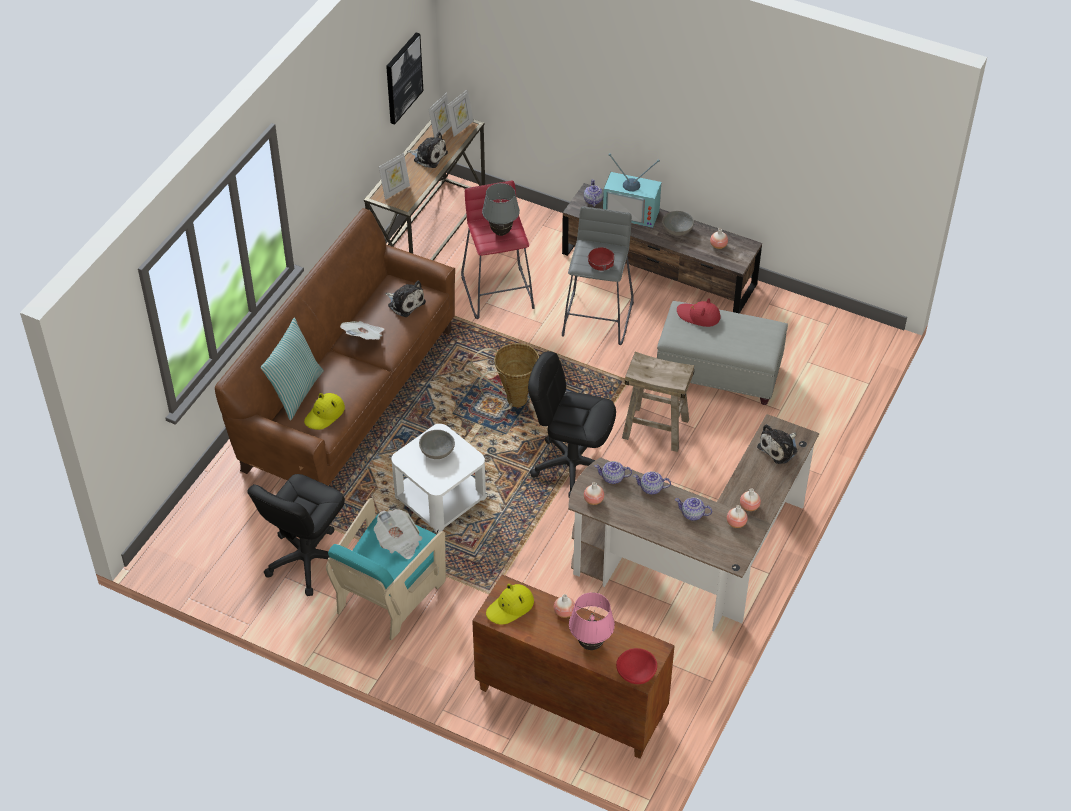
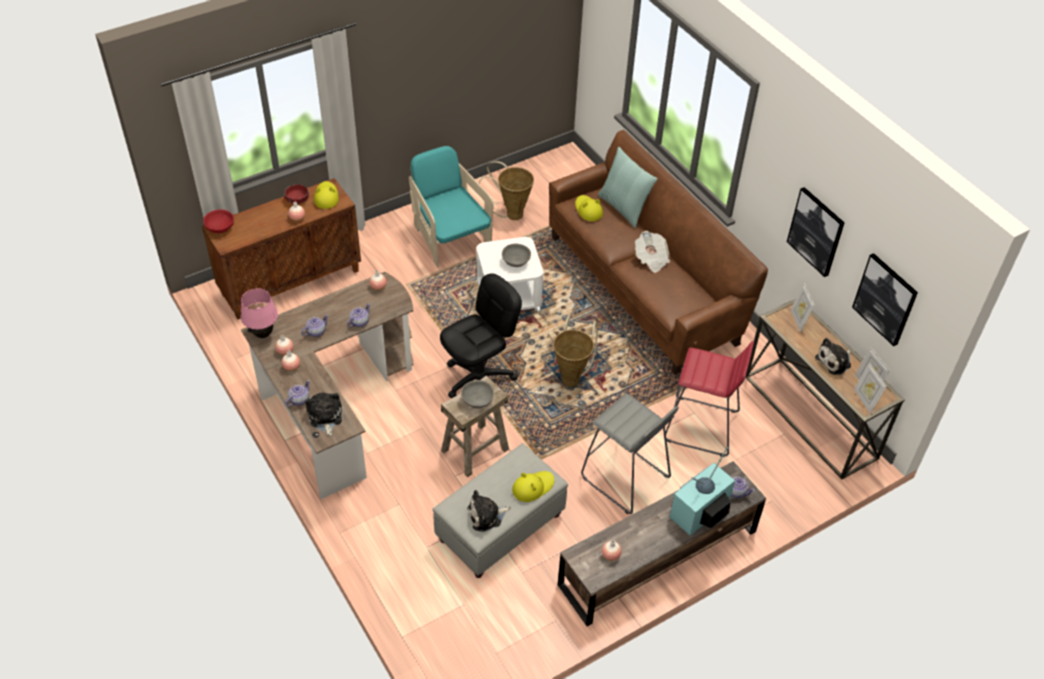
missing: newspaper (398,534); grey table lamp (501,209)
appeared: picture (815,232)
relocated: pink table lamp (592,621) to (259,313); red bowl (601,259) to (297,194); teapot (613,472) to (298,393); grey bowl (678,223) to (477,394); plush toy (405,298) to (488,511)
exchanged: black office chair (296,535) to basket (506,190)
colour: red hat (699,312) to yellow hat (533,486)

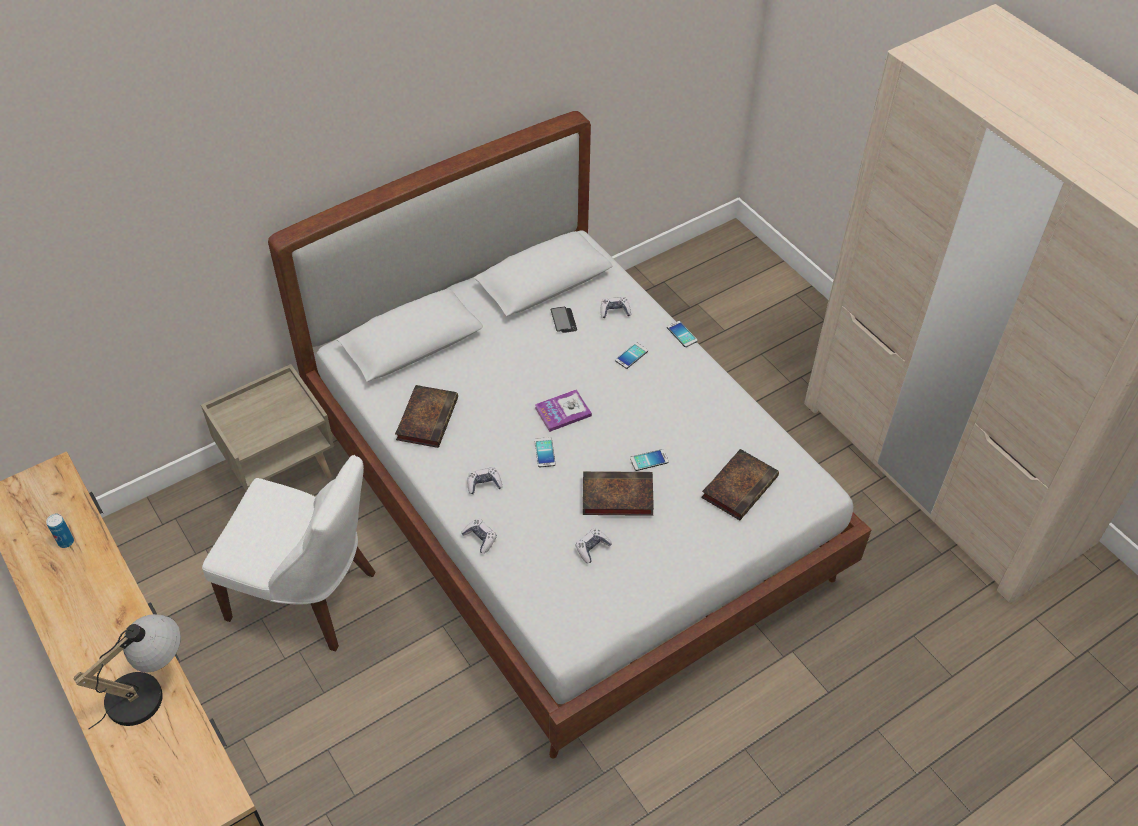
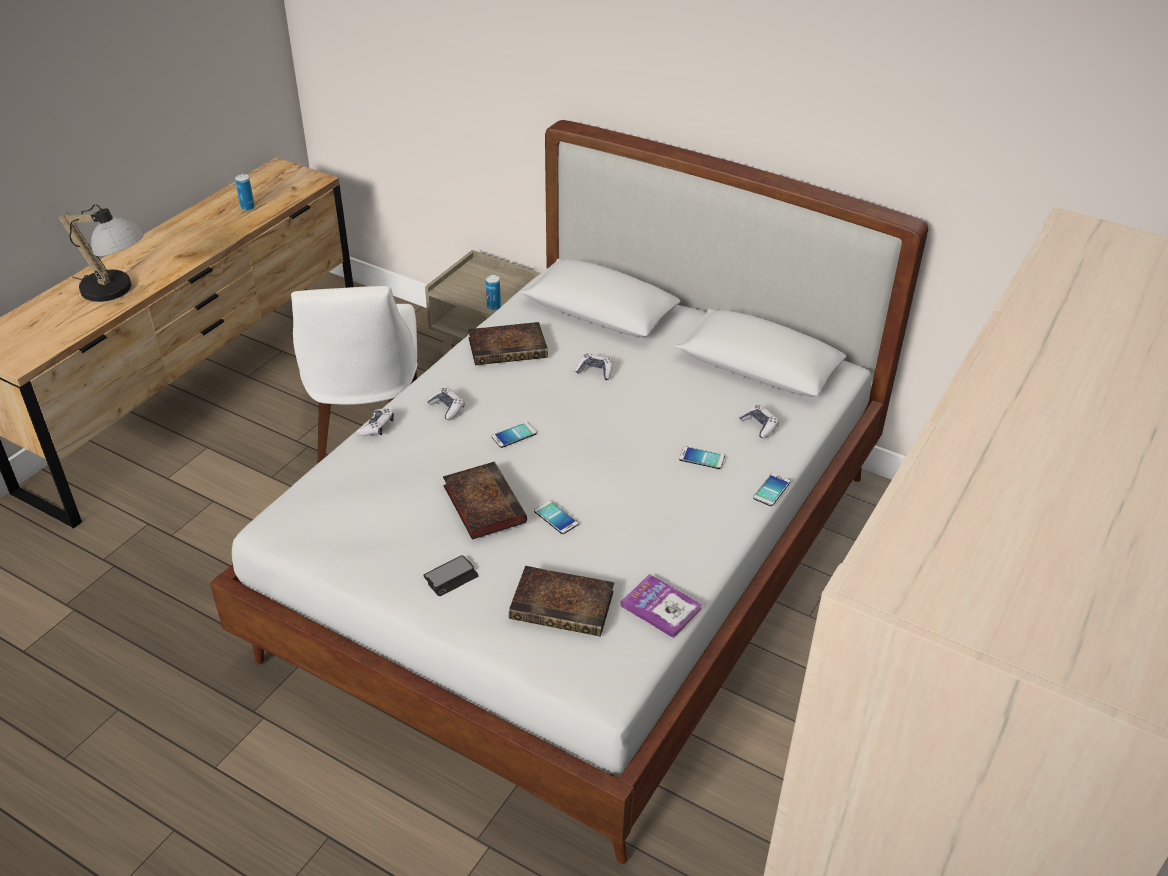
appeared: can (493,293)
relocated: phone (564,320) to (451,575); game controller (593,546) to (594,366); book (563,411) to (661,606)

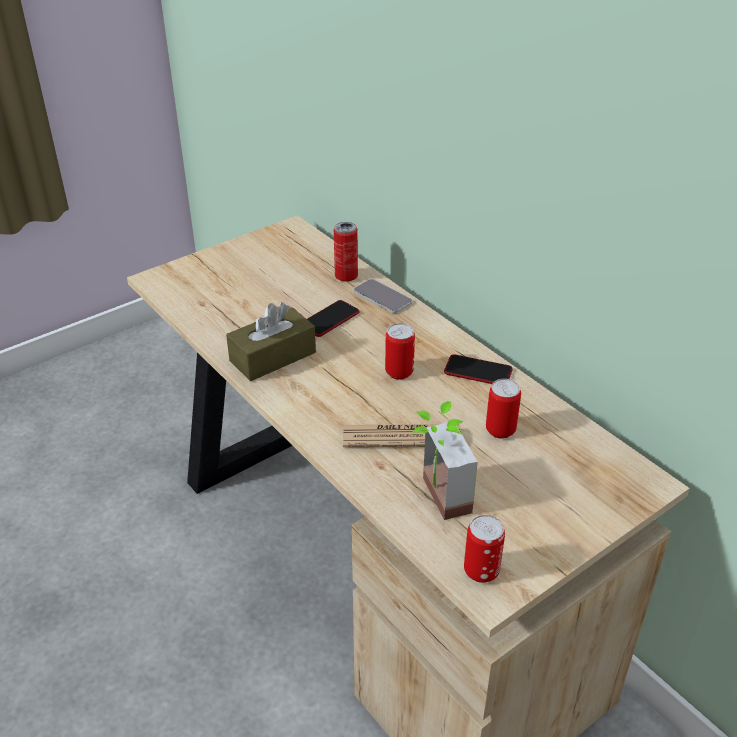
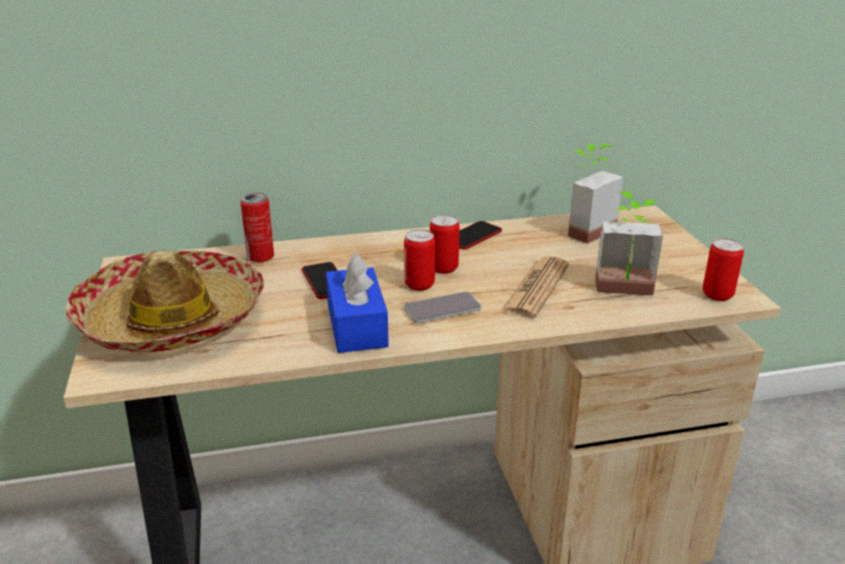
appeared: hat (164,301); potted plant (595,194)
relocated: can (503,409) to (419,260); phone (383,296) to (442,307)
colour: brown tissue box (271,341) to blue tissue box (357,303)

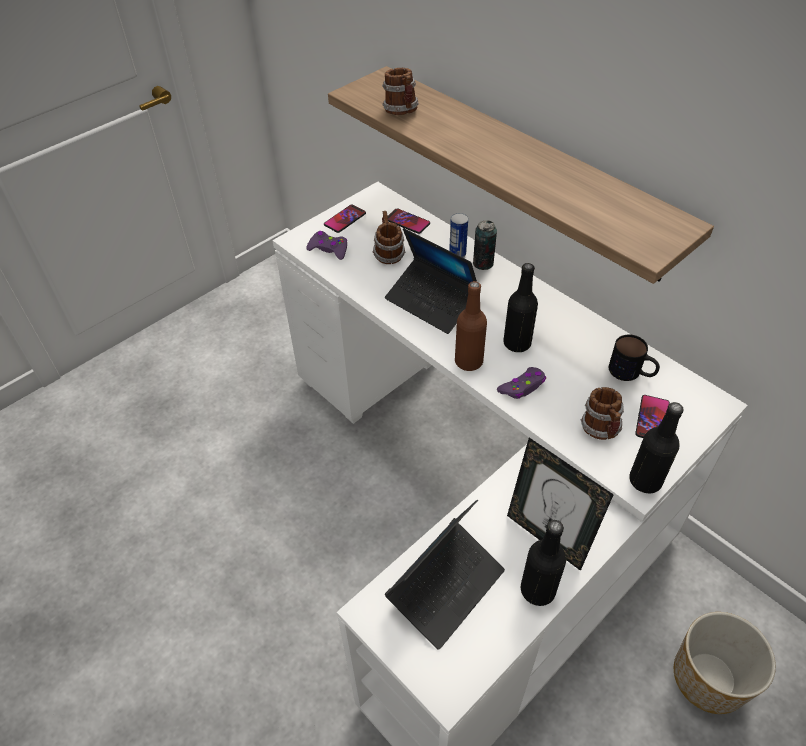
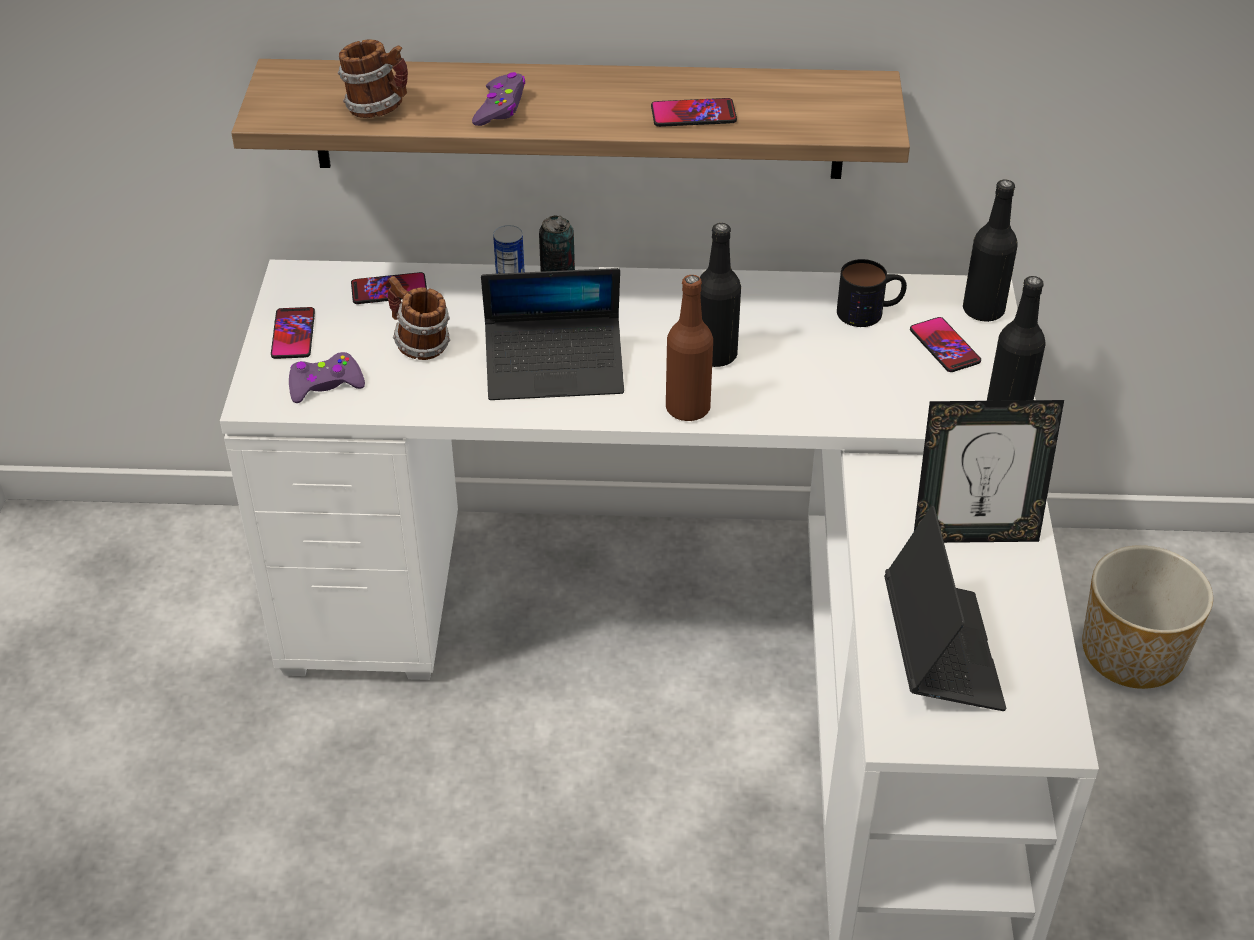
missing: mug (602,413)
appeared: phone (694,112)
relocated: purple game controller (521,383) to (498,99); black bottle (543,563) to (990,251)

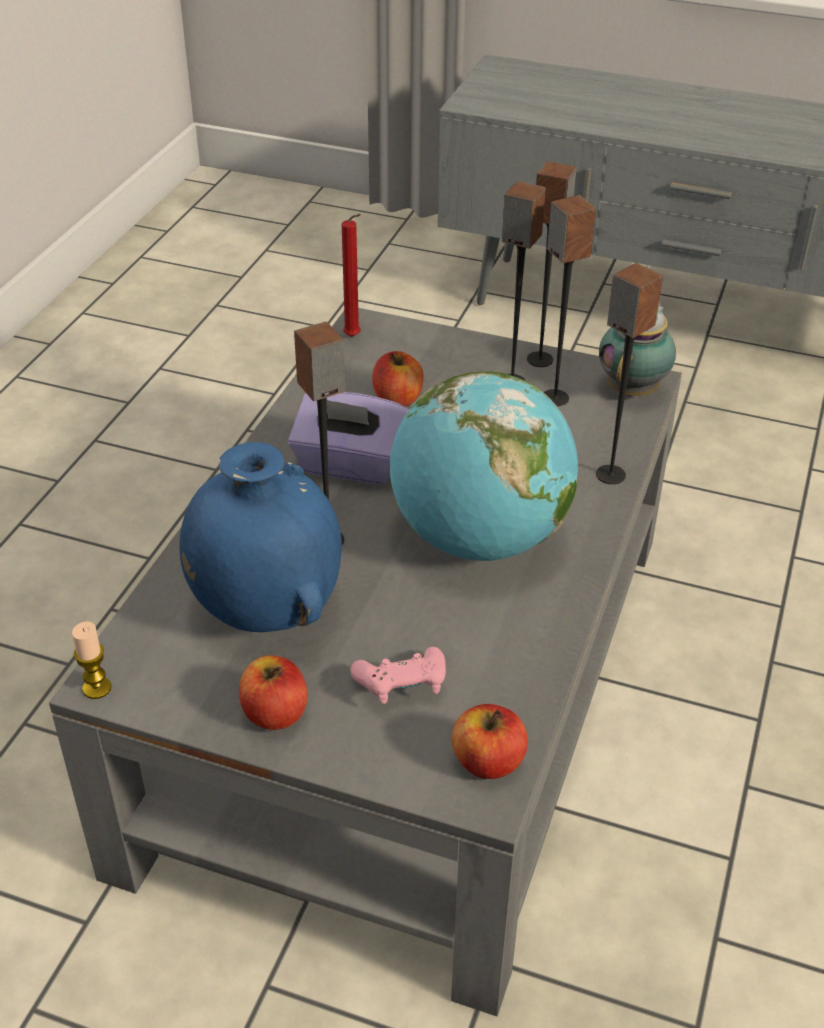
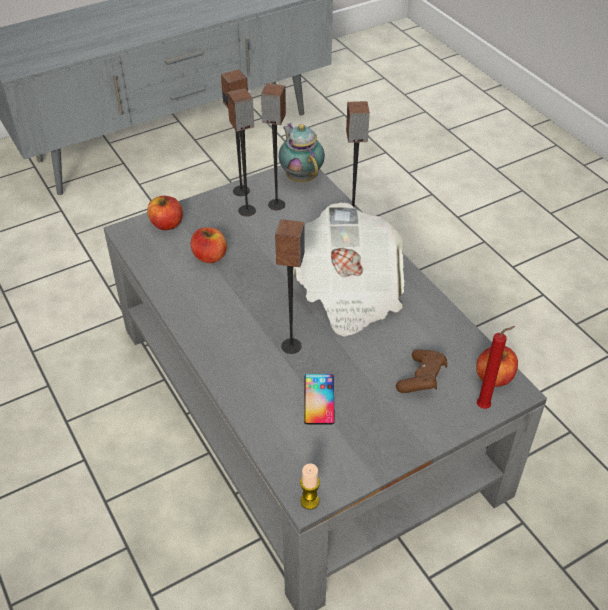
missing: purple tissue box (348,438)
relocated: apple (273,692) to (165,213); red candle (351,275) to (496,367)
exchanged: globe (483,466) to newspaper (348,270); blue vase (260,537) to phone (319,399)
colour: pink game controller (398,675) to brown game controller (421,371)

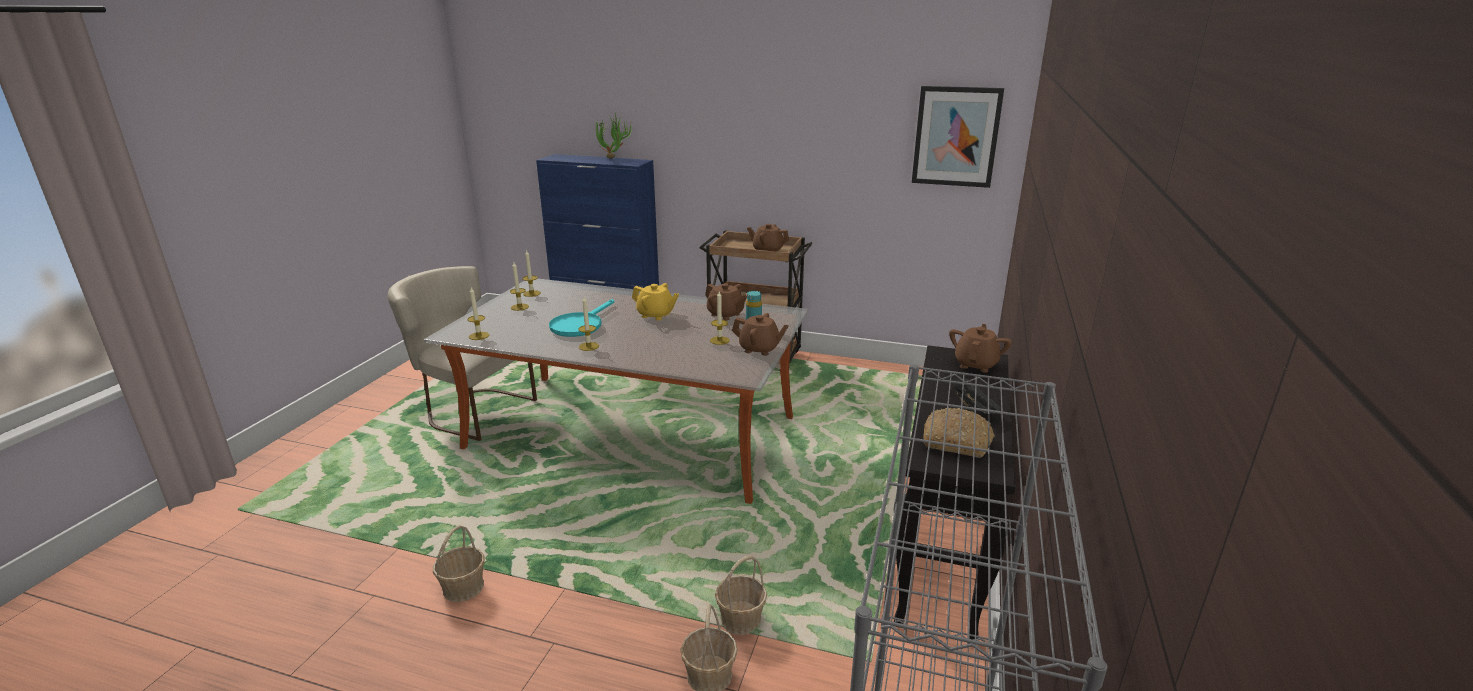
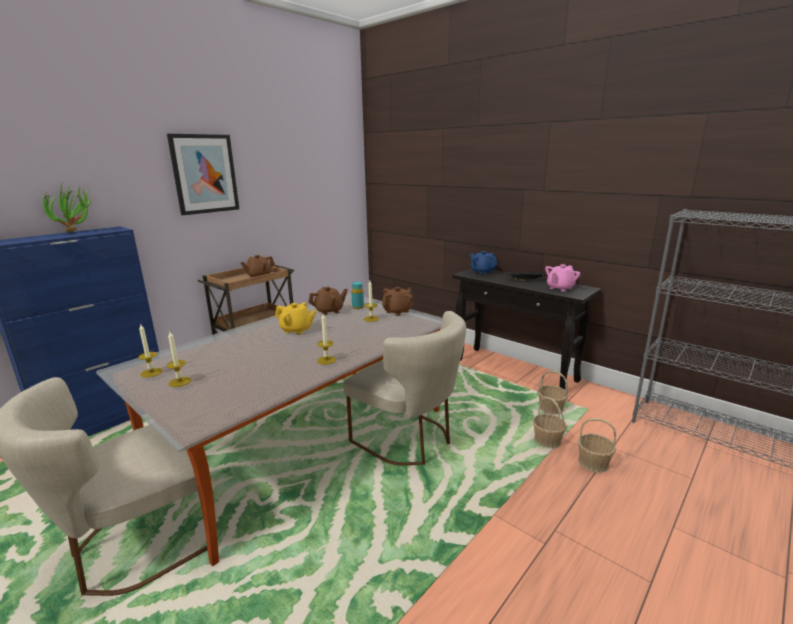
missing: candle (478,313); turquoise frying pan (581,318)
appeared: beige chair (404,388)
relocated: picture (958,137) to (203,174); basket (459,563) to (553,392)
exchanged: bread (959,433) to pink teapot (562,278)
colour: brown teapot (980,348) to blue teapot (483,263)
spun: yellow teapot (655,302) = (295,318) 60 degrees clockwise

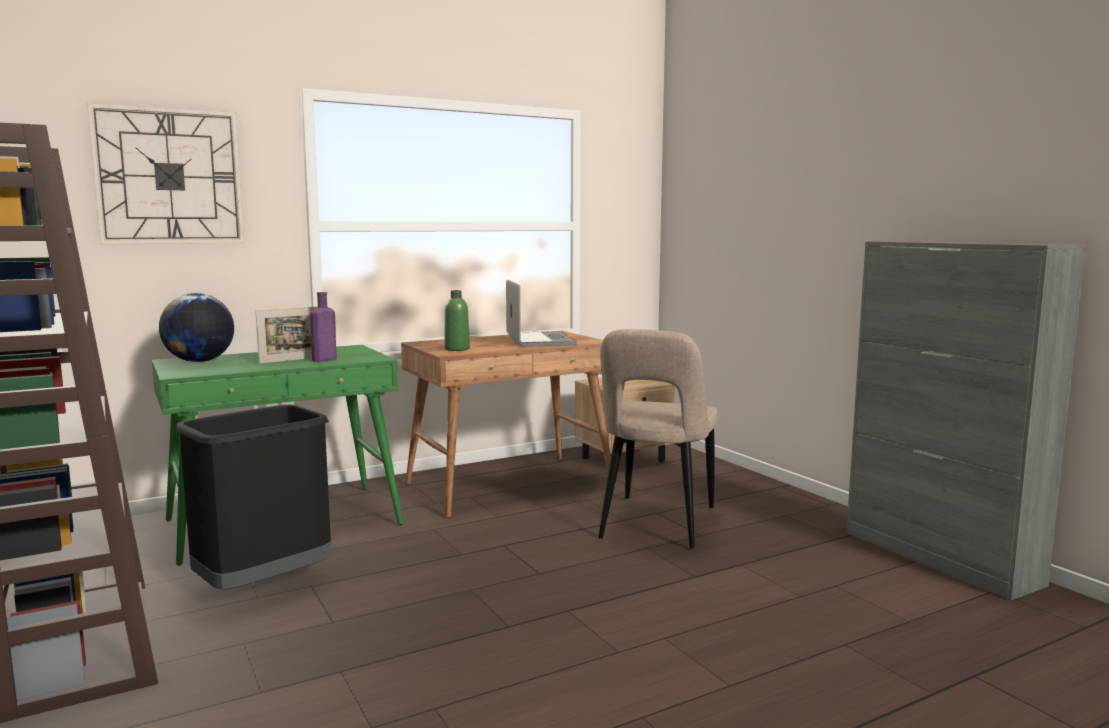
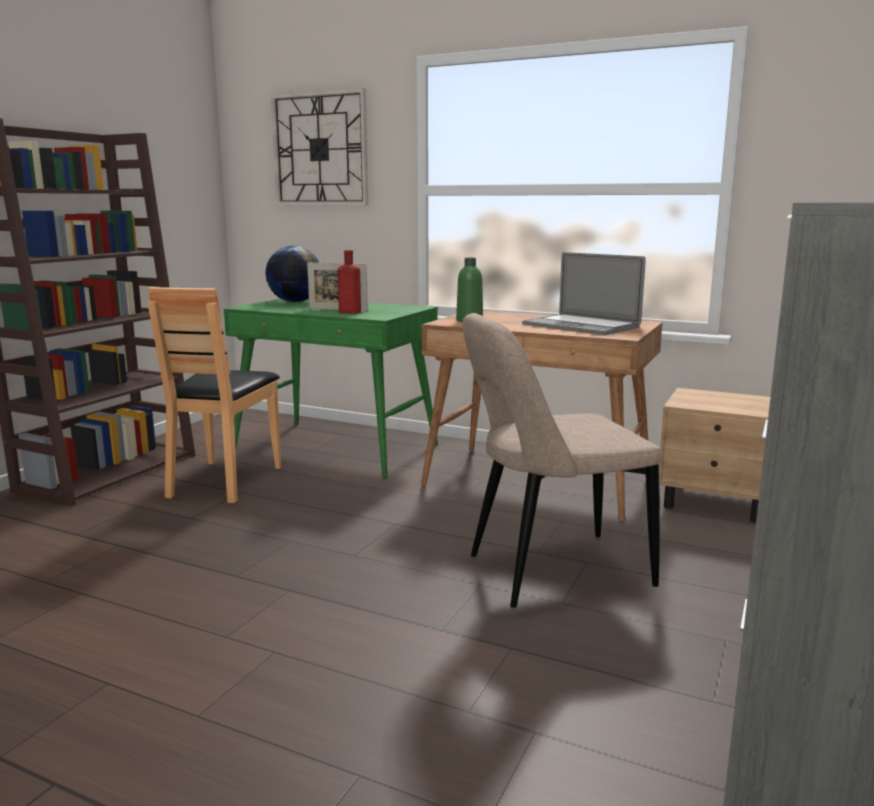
exchanged: black trash can (253,497) to brown chair (214,395)
colour: purple bottle (323,327) to red bottle (349,282)
spun: laptop (541,313) = (584,293) 90 degrees clockwise

